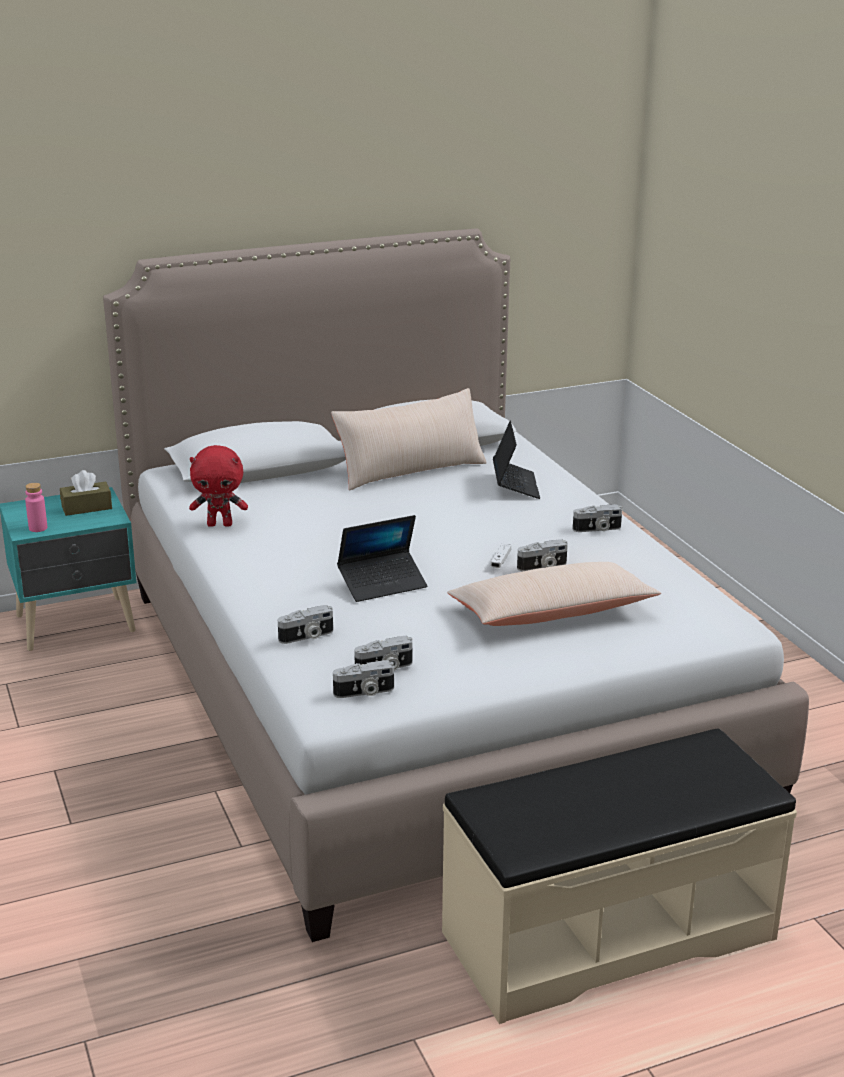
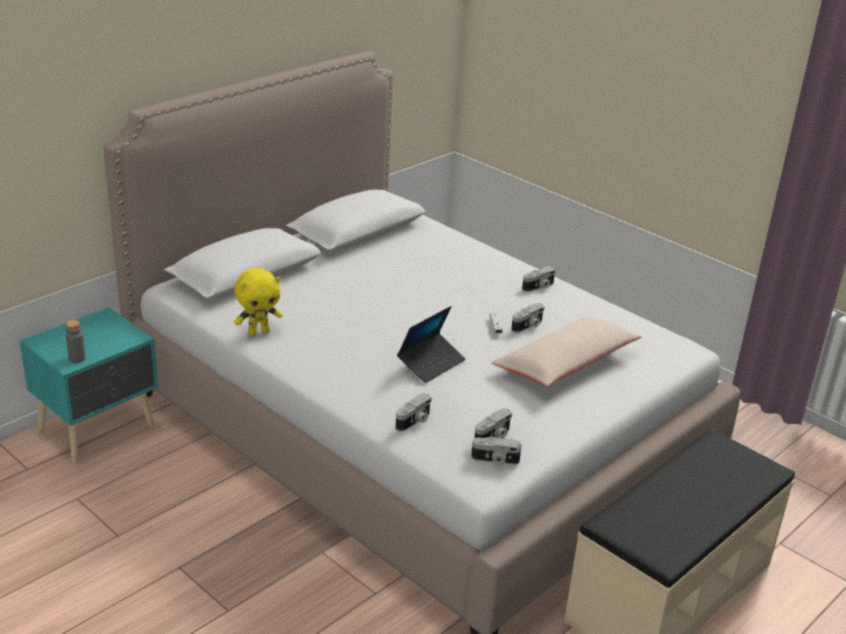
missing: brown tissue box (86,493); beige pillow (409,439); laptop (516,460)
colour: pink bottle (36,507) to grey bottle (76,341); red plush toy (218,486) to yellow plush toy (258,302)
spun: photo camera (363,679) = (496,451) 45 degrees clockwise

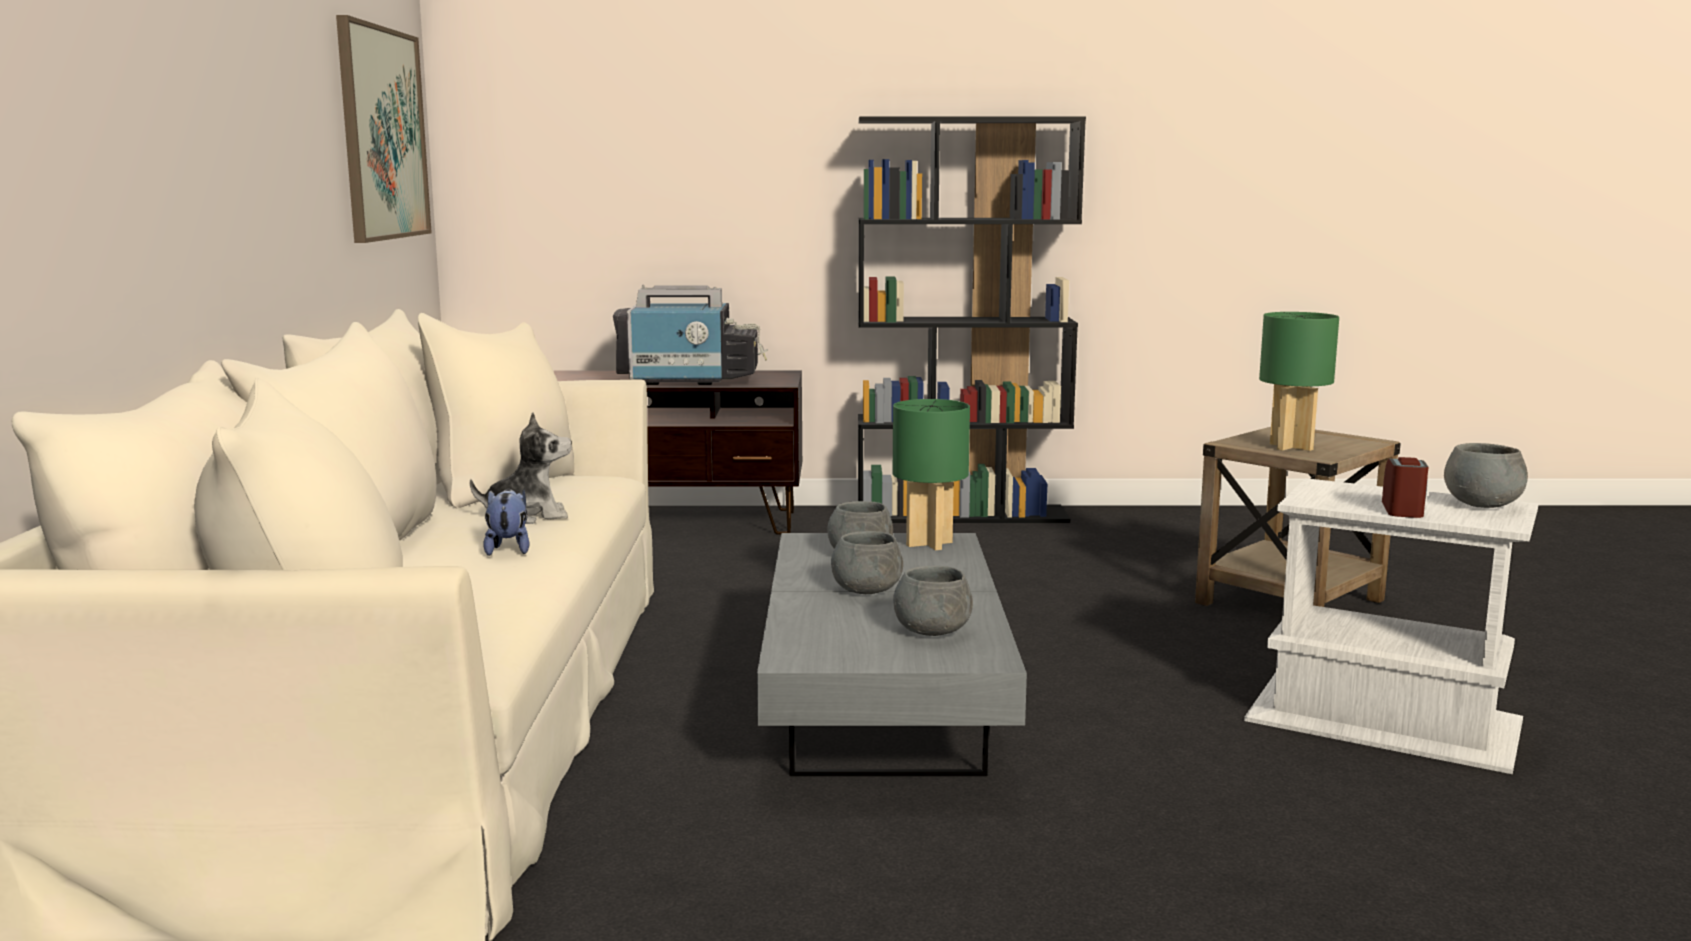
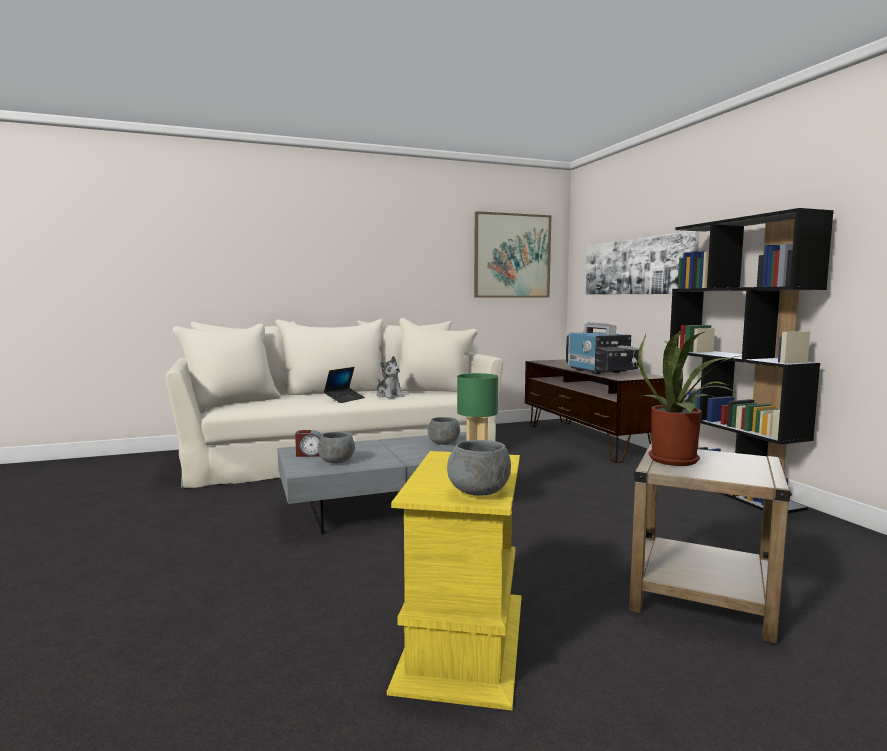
missing: grey bowl (867,562)
appeared: picture (642,263)
relocated: alarm clock (1405,487) to (308,443)
exchanged: plush toy (506,522) to laptop (344,385); green table lamp (1299,381) to potted plant (688,398)
colour: white side table (1391,626) to yellow side table (454,580)

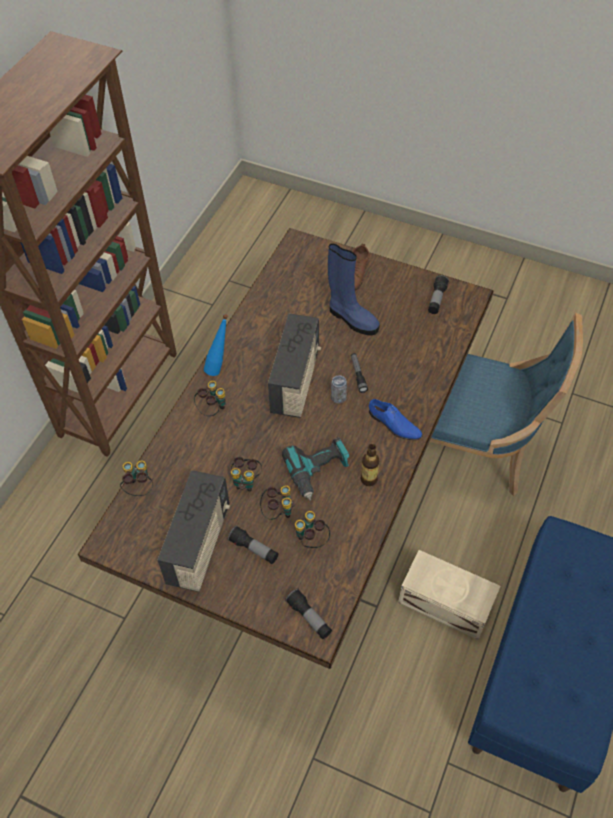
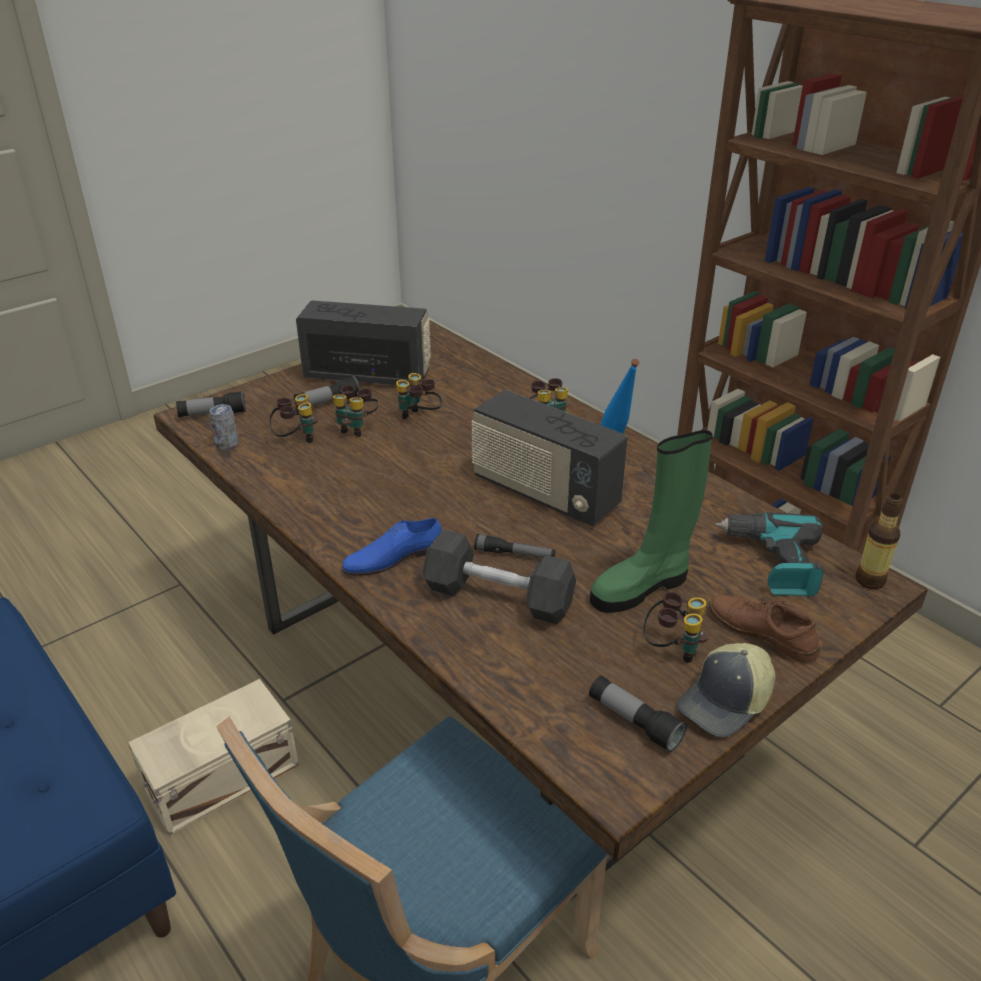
appeared: grey dumbbell (499,577); cap (725,690)
relocated: can (339,389) to (224,427); binoculars (136,478) to (675,627); power drill (316,469) to (769,554); bottle (370,465) to (879,541)
colour: blue boot (354,289) to green boot (651,521)
spun: radio (194,531) = (363,343) 150 degrees clockwise

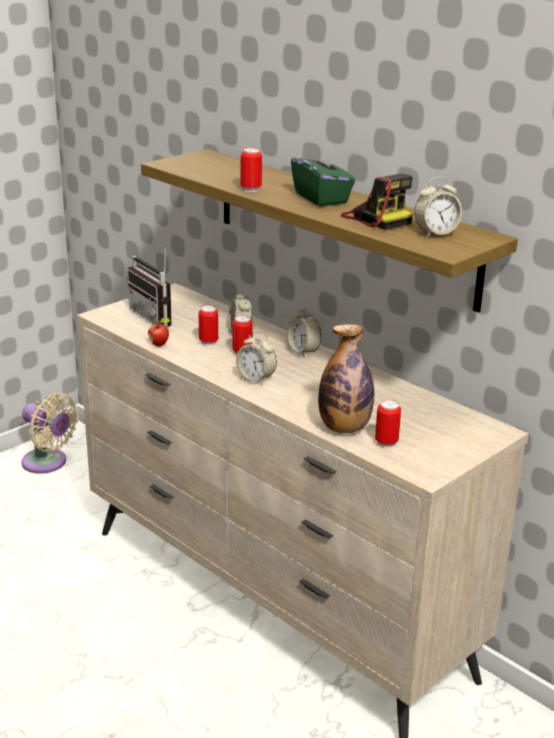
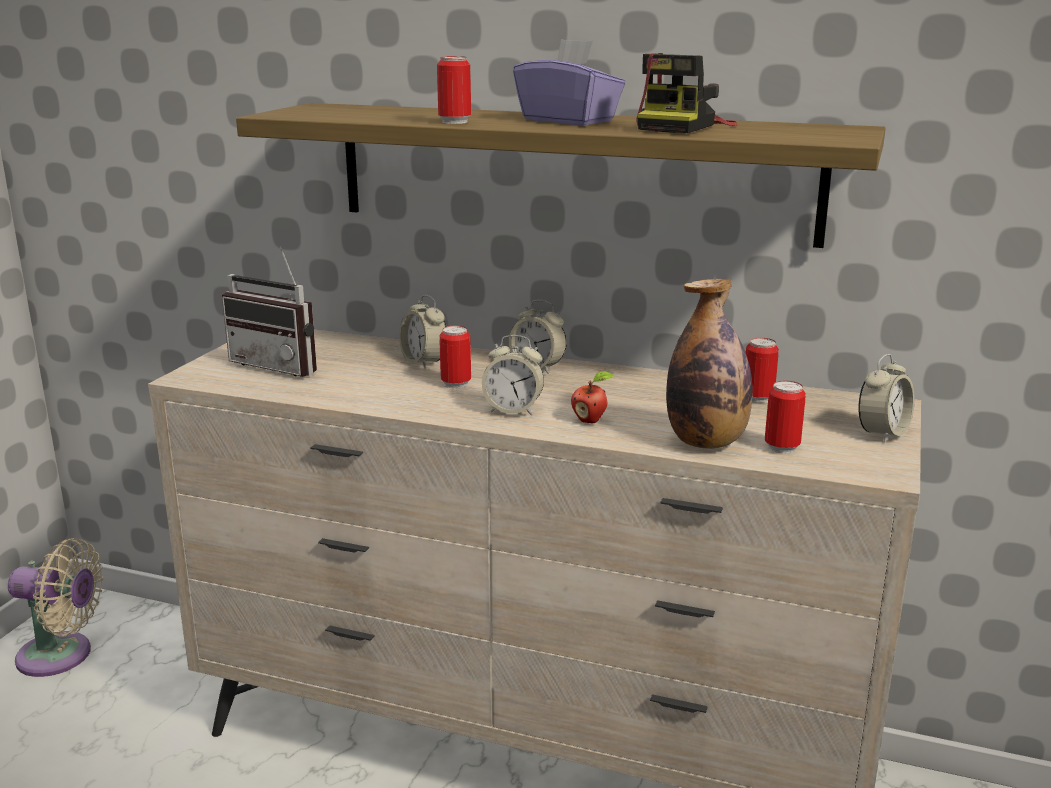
relocated: apple (159,332) to (592,397); can (208,325) to (762,370); alarm clock (438,207) to (886,398)
colour: green tissue box (323,175) to purple tissue box (569,82)
spun: photo camera (377,202) = (687,93) 90 degrees clockwise

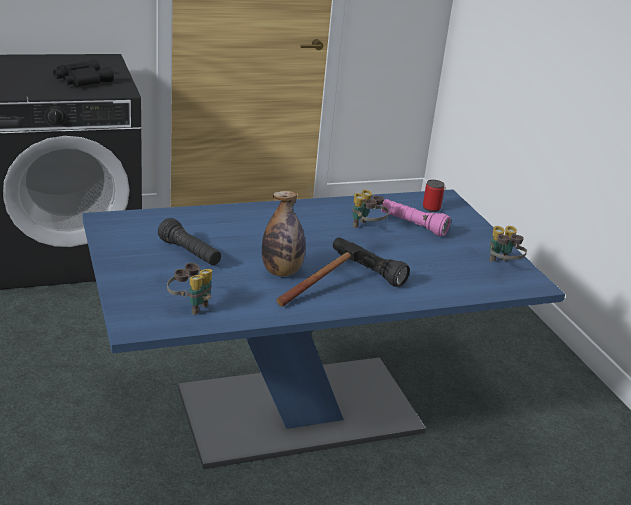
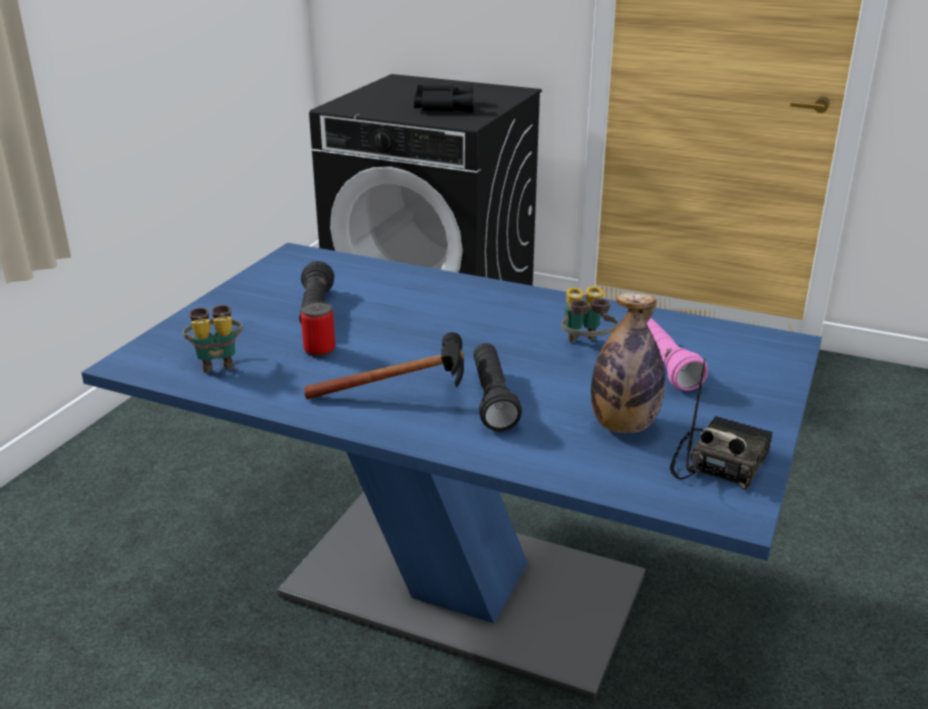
relocated: can (434,196) to (318,329); bottle (284,234) to (628,363)
exchanged: binoculars (508,244) to radio (721,424)

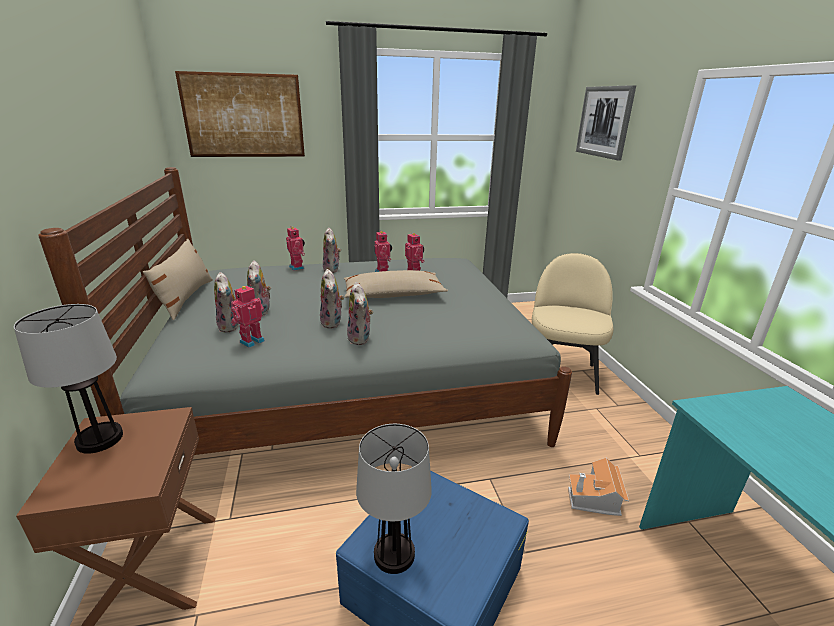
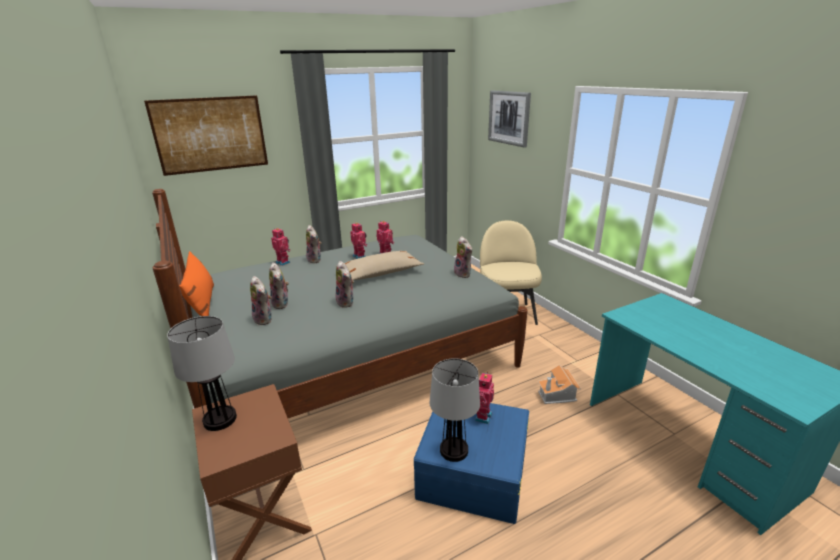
relocated: plush toy (360,313) to (463,257); toy robot (248,316) to (484,398)
colour: beige pillow (178,279) to orange pillow (196,283)

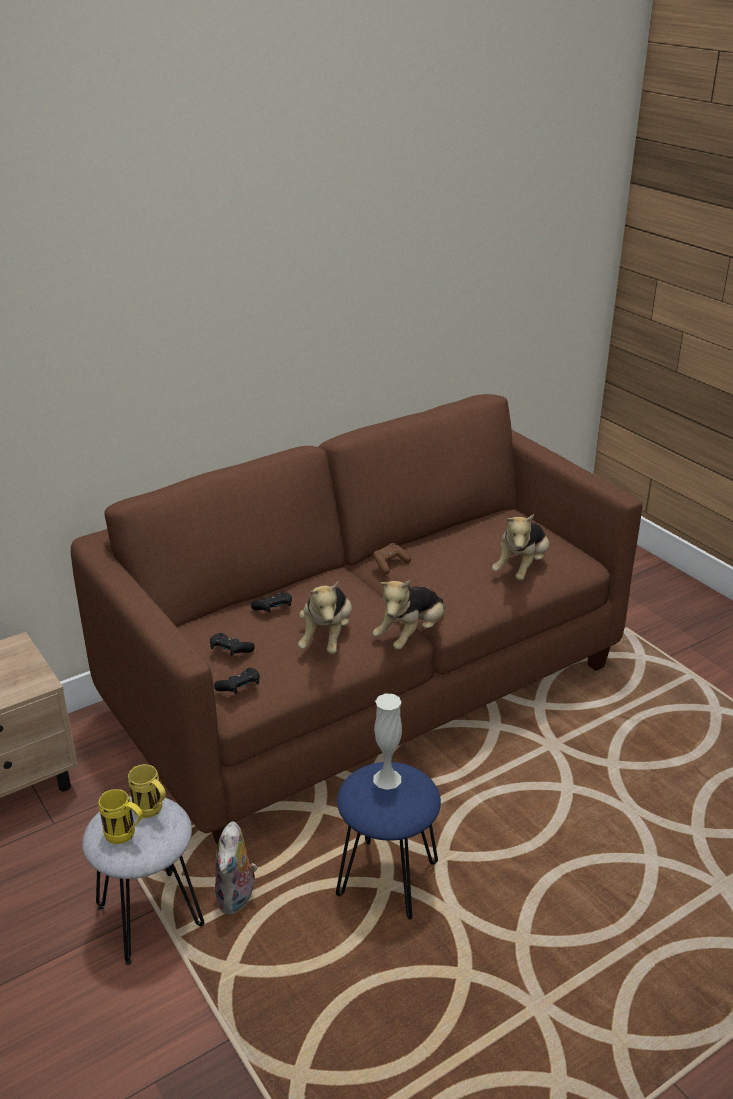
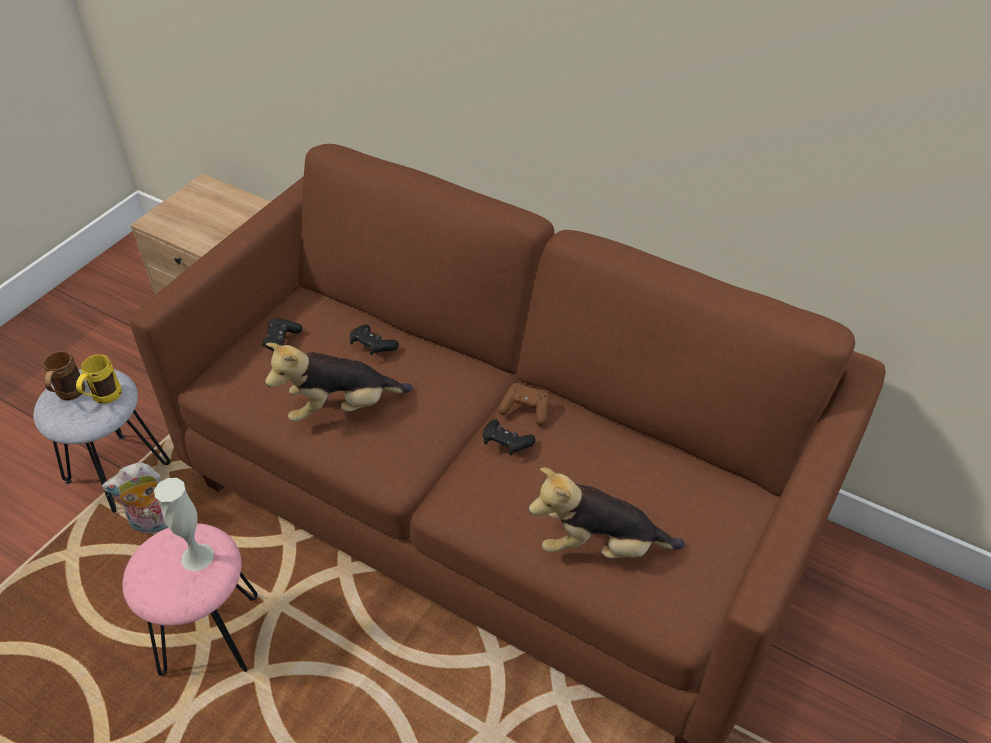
missing: plush toy (409,615)
relocated: black game controller (237,681) to (509,437)
colour: yellow mug (120,816) to brown mug (64,375); blue stool (388,841) to pink stool (190,599)

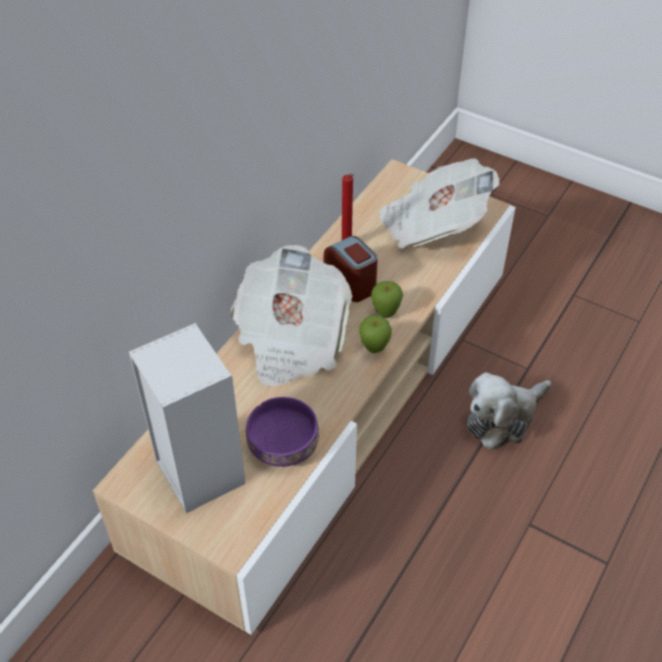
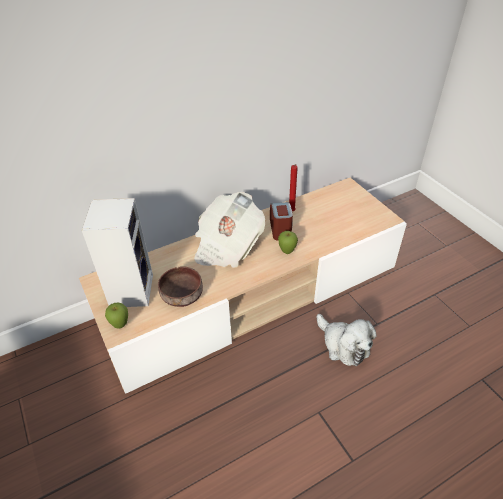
missing: newspaper (439,203)
relocated: apple (375,334) to (116,316)
colour: purple bowl (282,432) to brown bowl (180,286)
spun: plush toy (509,411) = (347,340) 120 degrees counterclockwise

